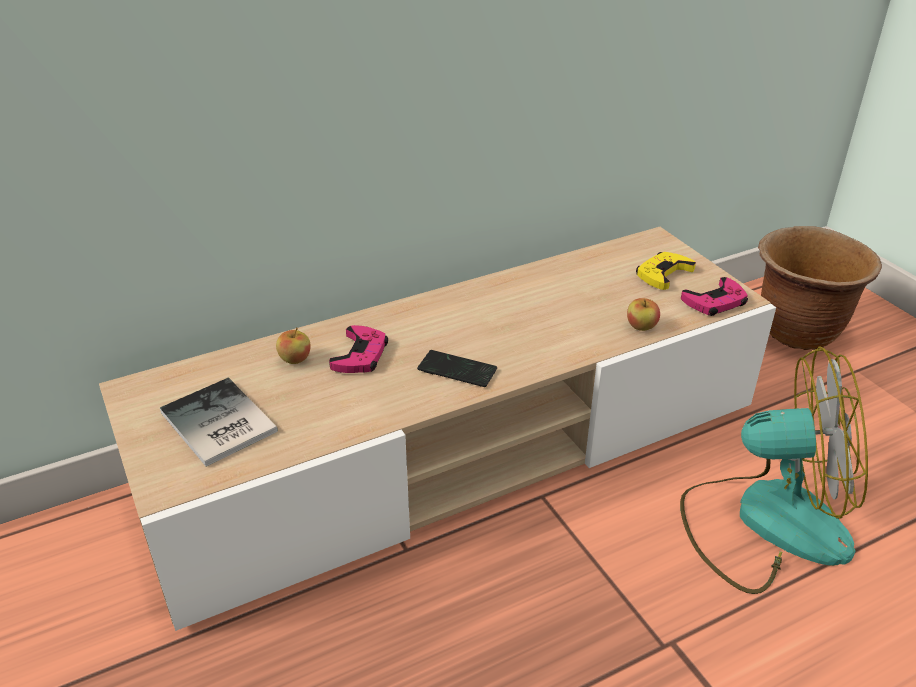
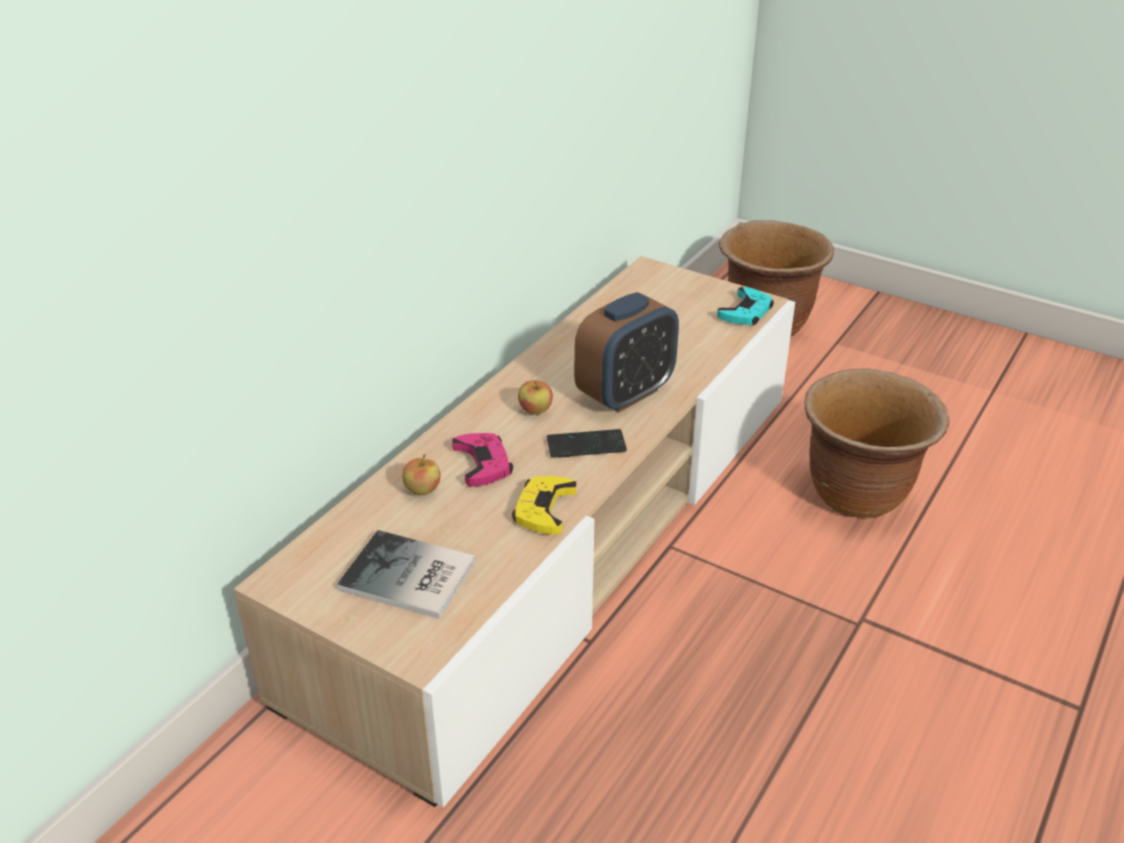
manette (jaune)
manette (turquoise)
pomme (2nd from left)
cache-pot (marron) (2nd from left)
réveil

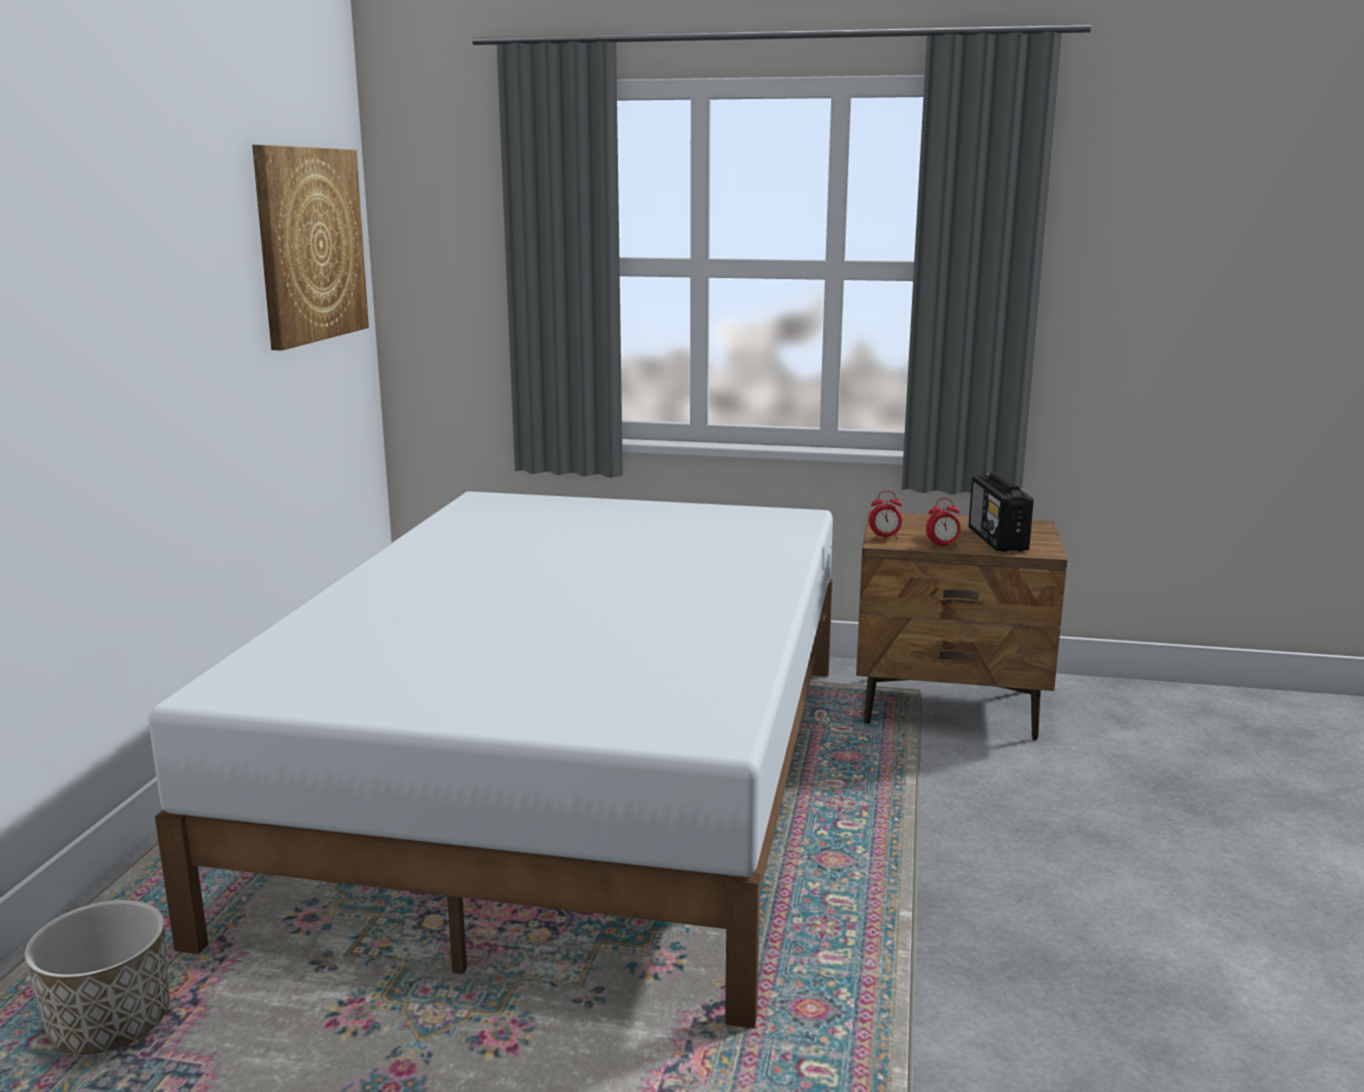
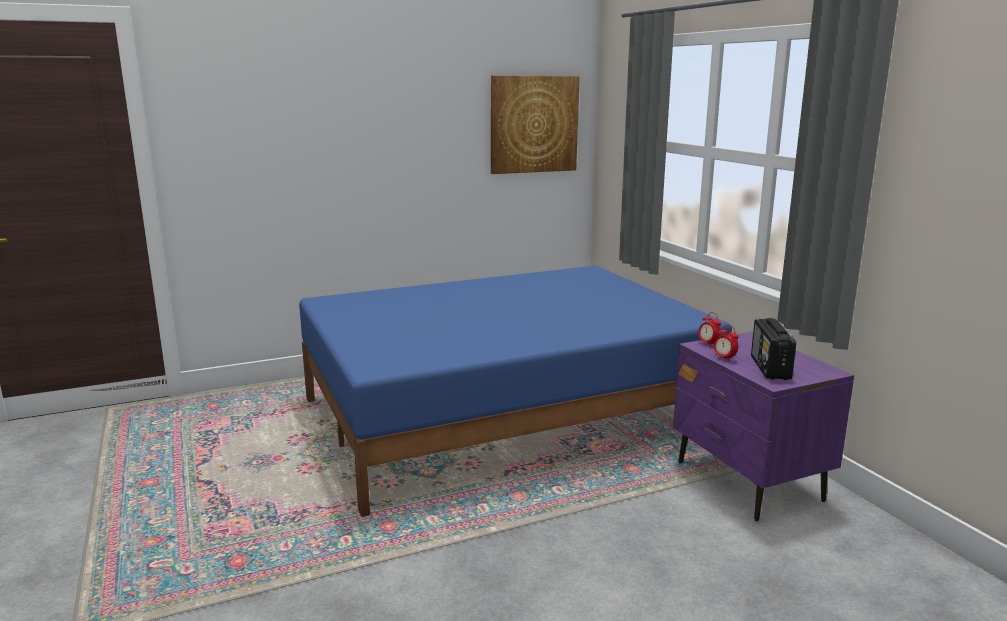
radio
lit (bleu)
table de chevet (violet)
cache-pot

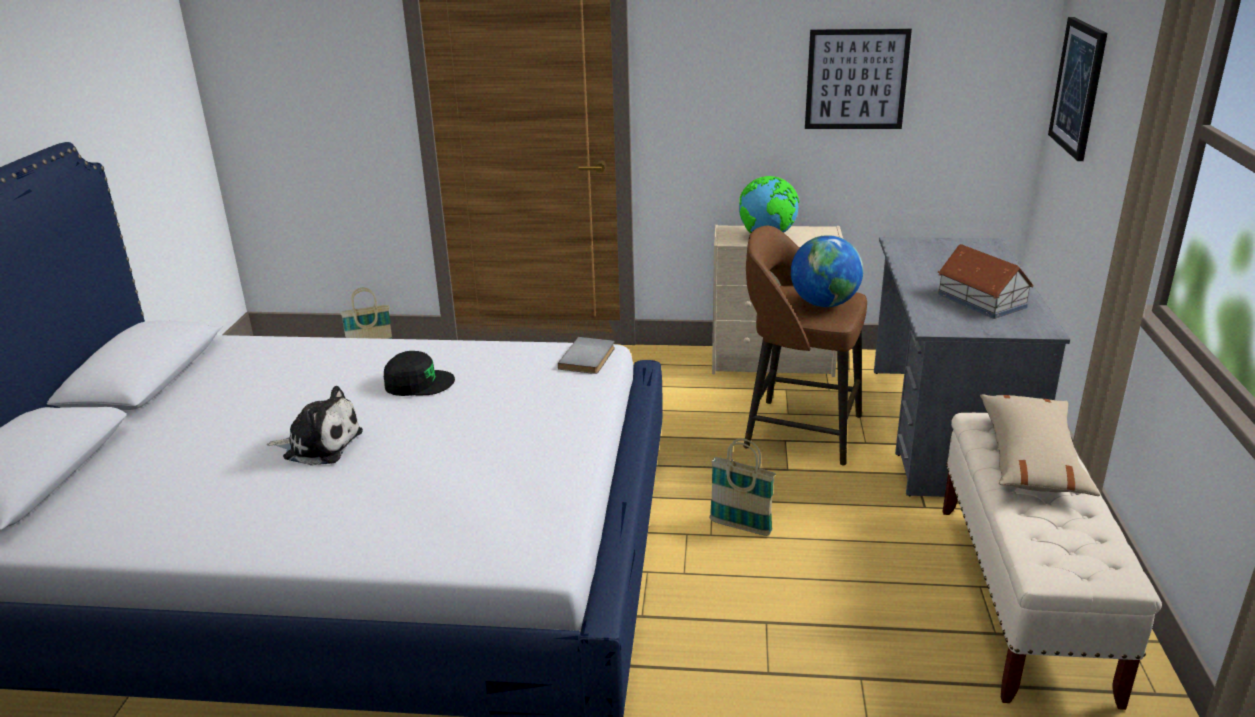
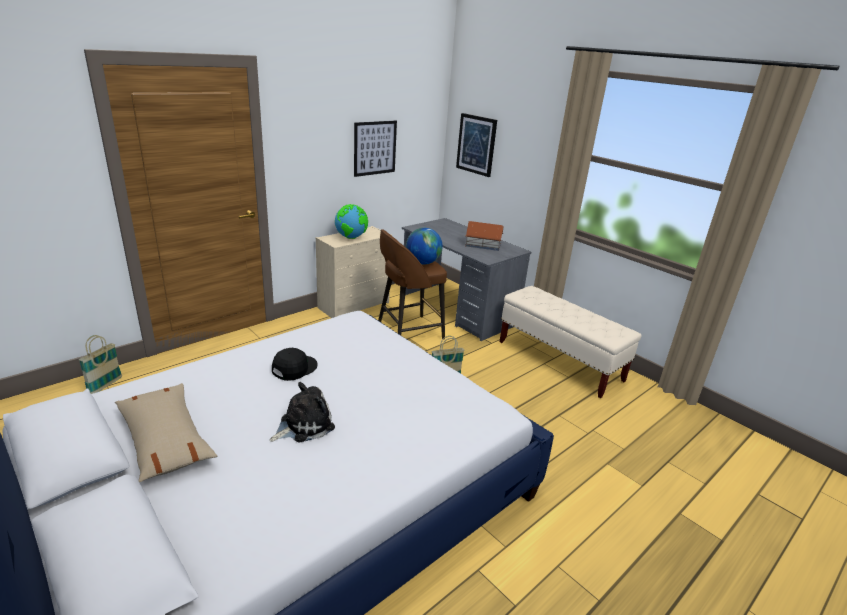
livre (gris)
coussin (beige)

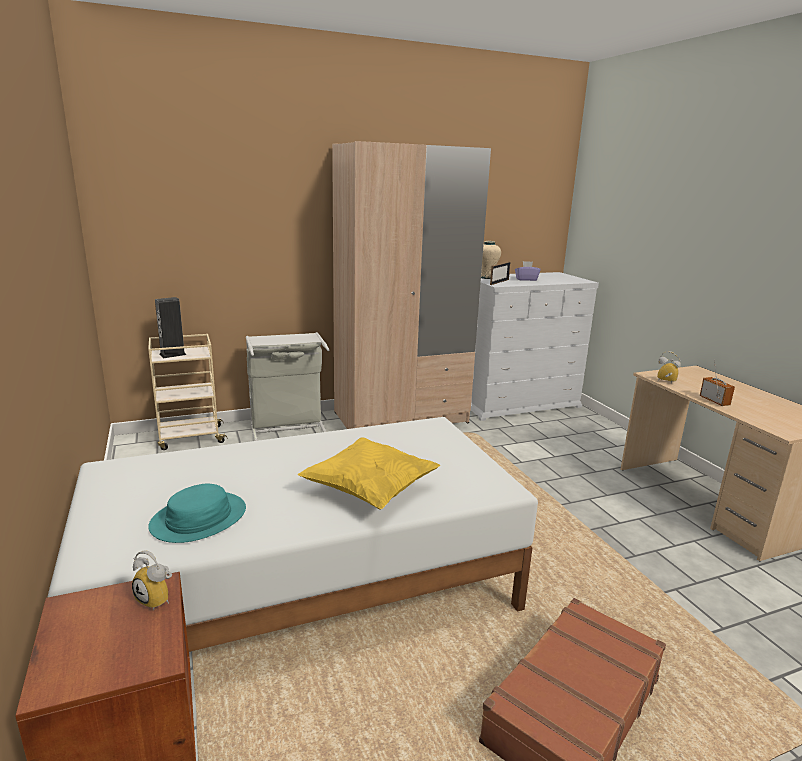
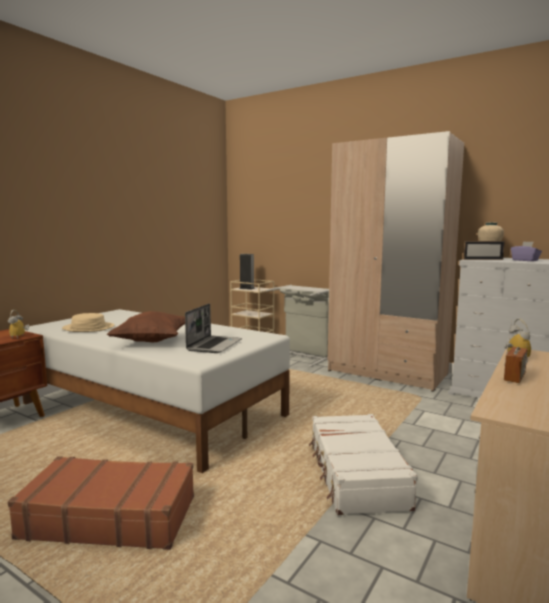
coussin (marron)
chapeau (beige)
ordinateur portable
valise (blanc)

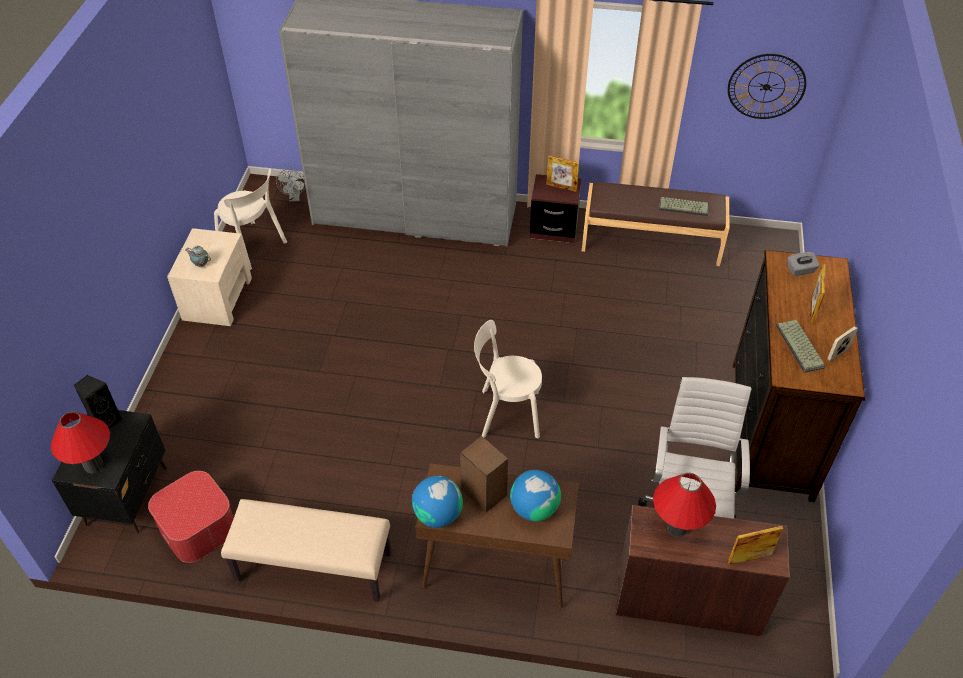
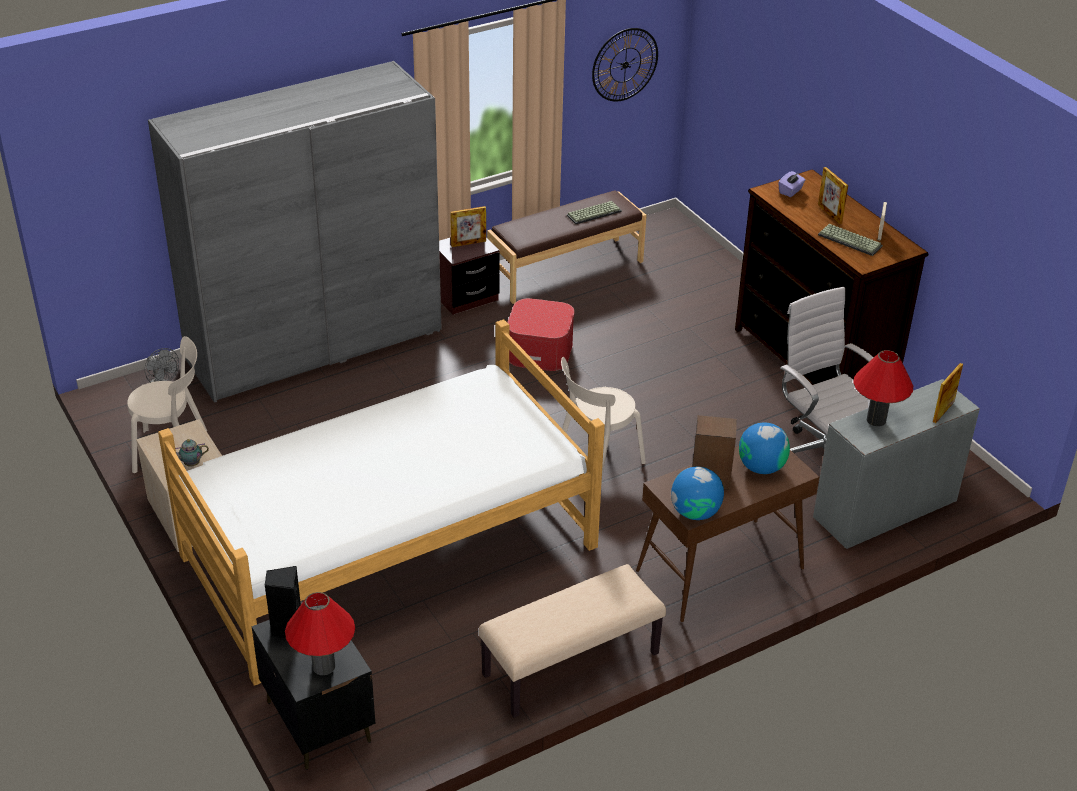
boîte à mouchoirs (violet)
pouf
bureau (gris)
lit

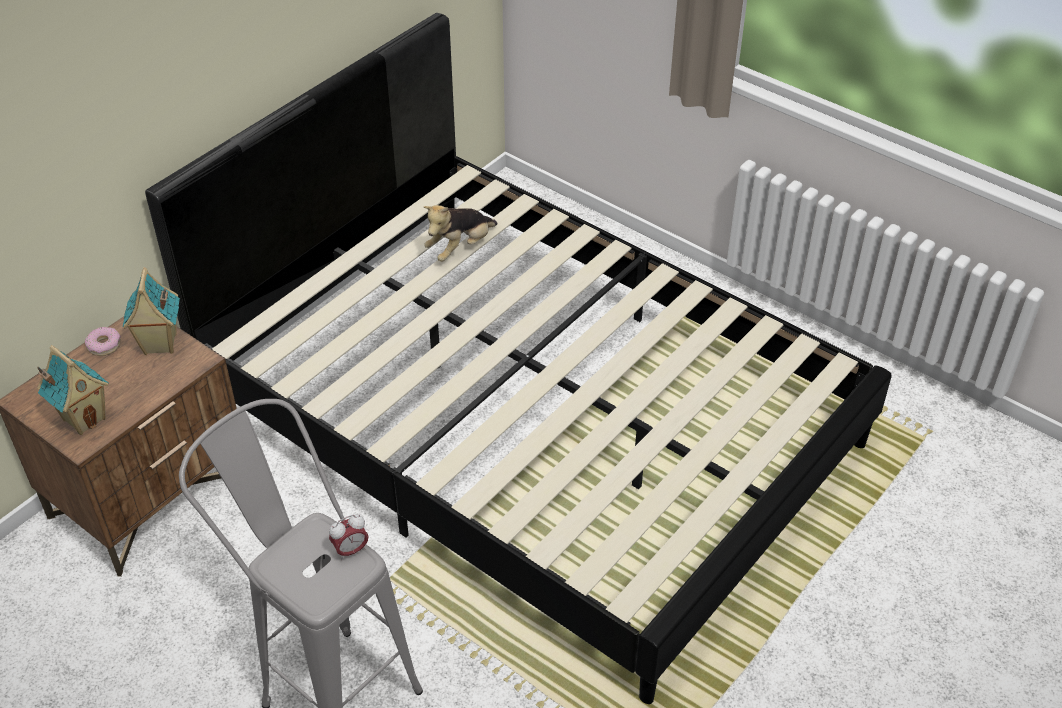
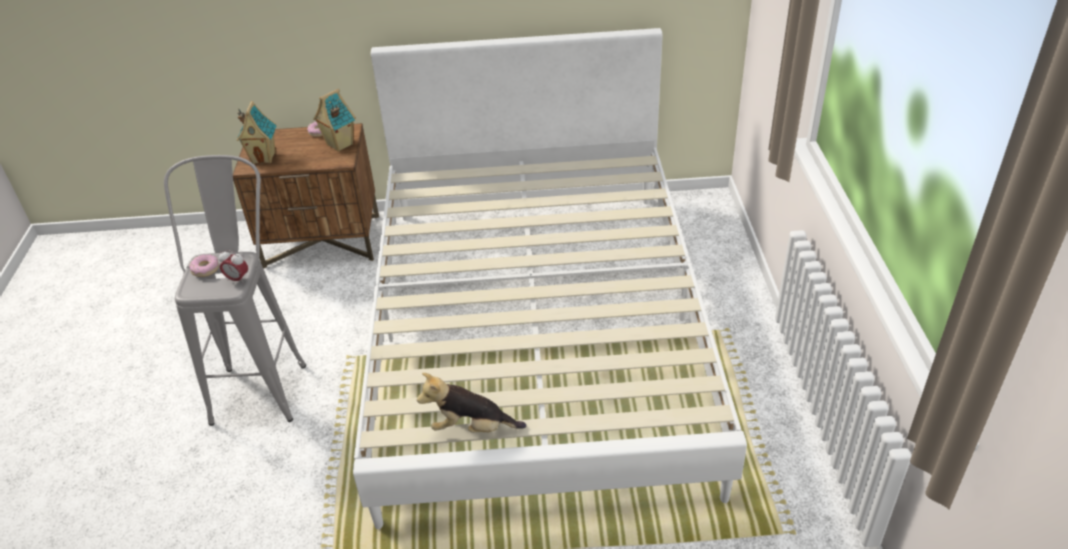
lit (blanc)
peluche
beignet (1st from left)

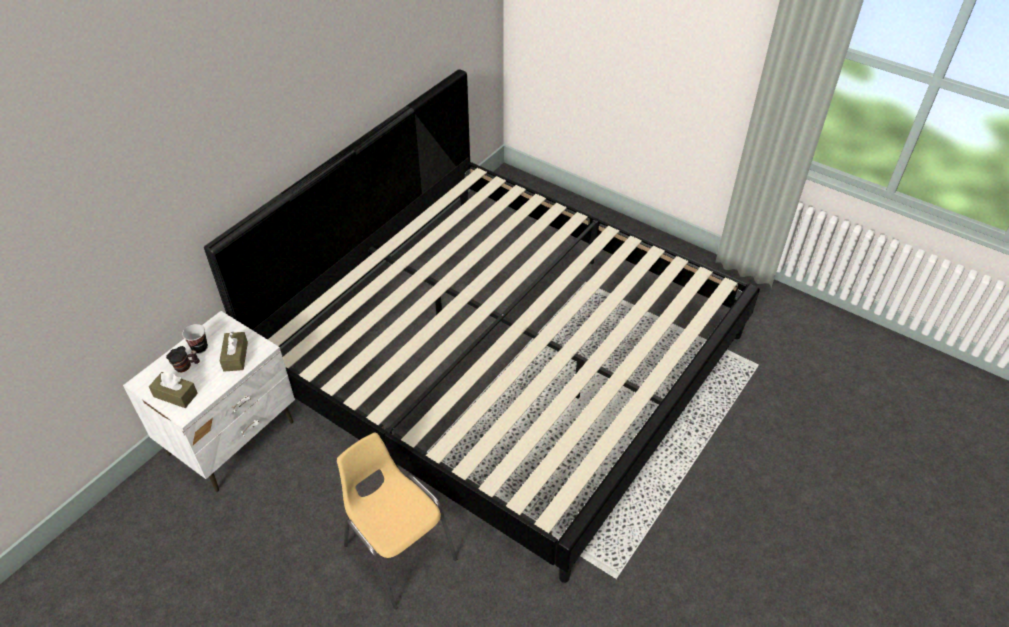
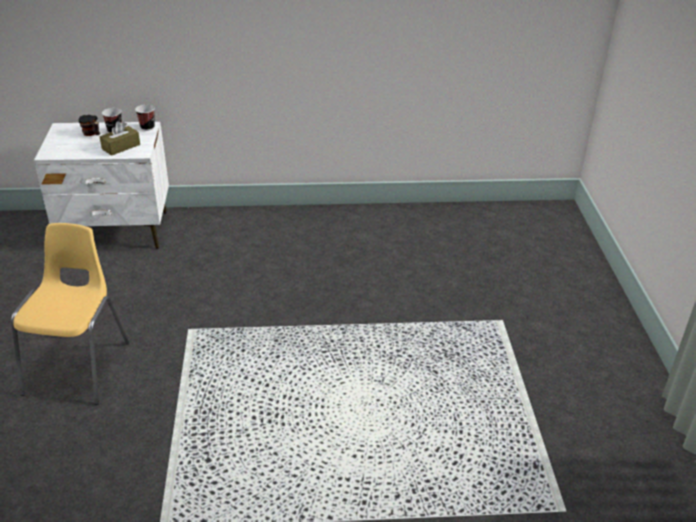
lit
boîte à mouchoirs (marron) (1st from left in the first image)
tasse (2nd from left)

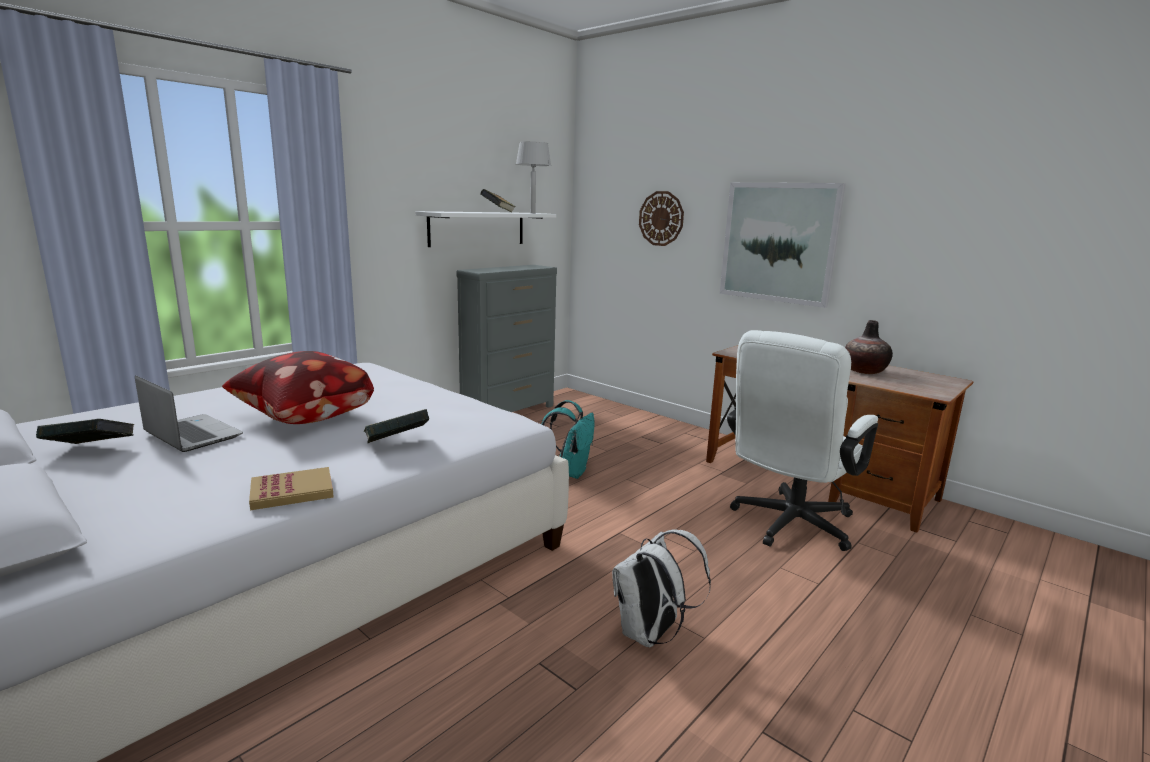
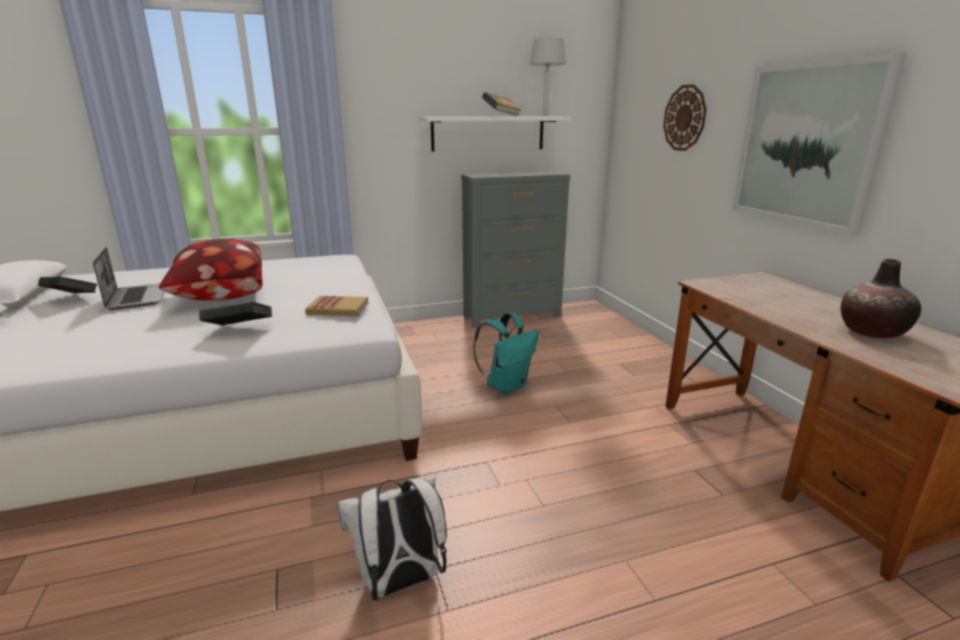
chaise de bureau (blanc)
livre (3rd from left)

